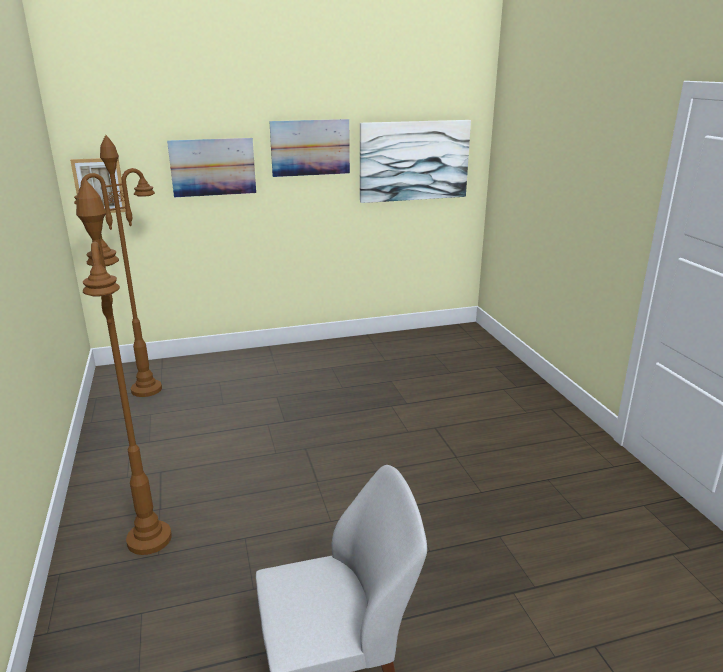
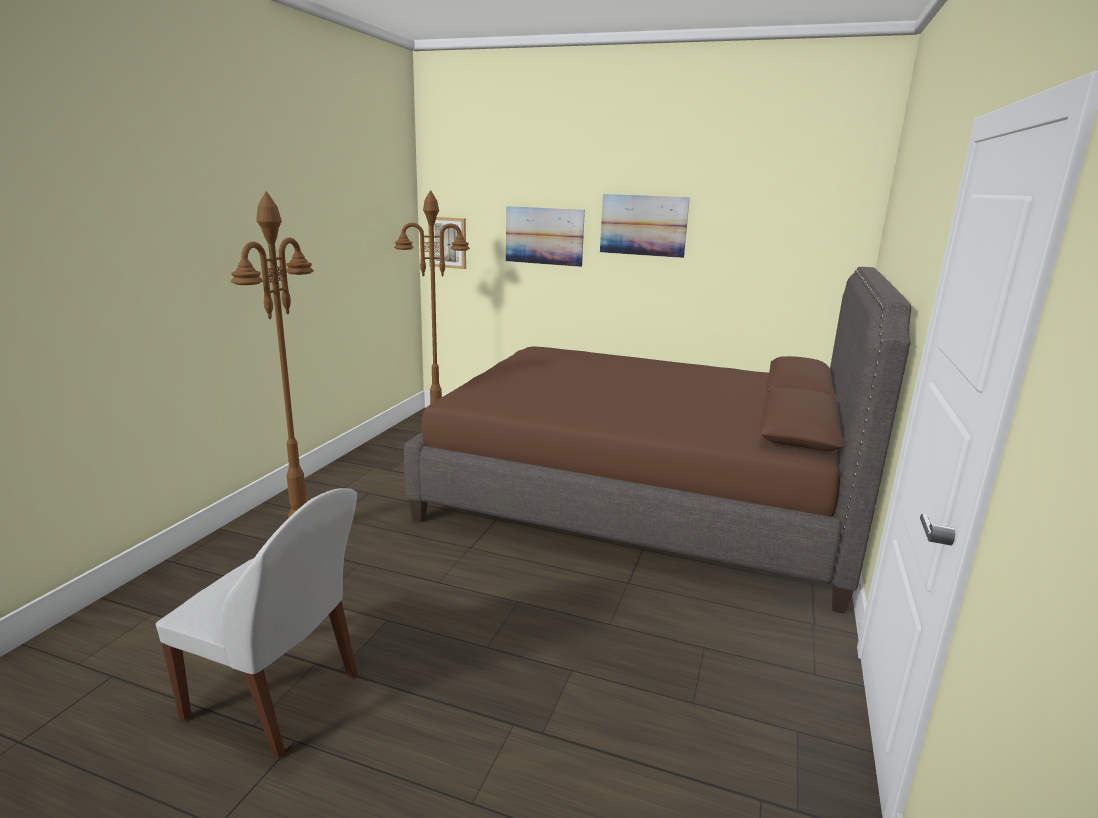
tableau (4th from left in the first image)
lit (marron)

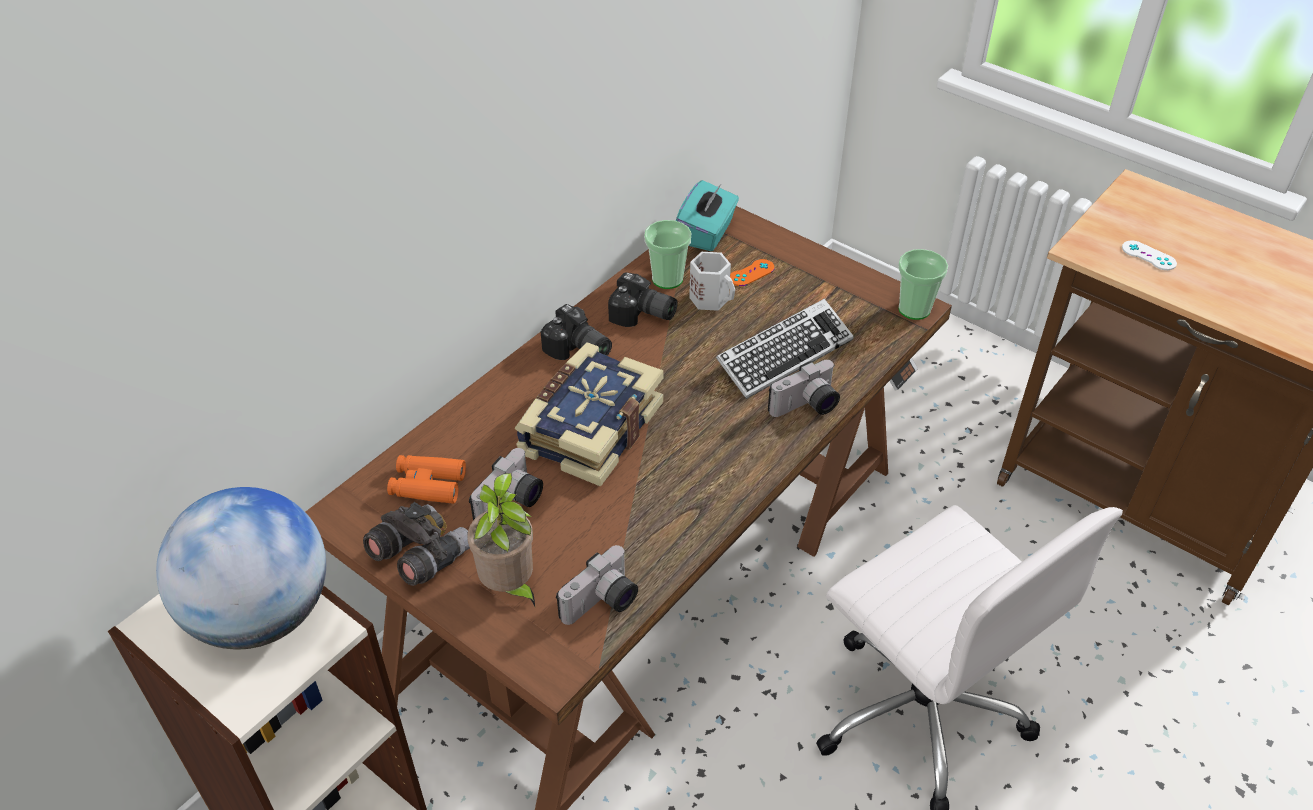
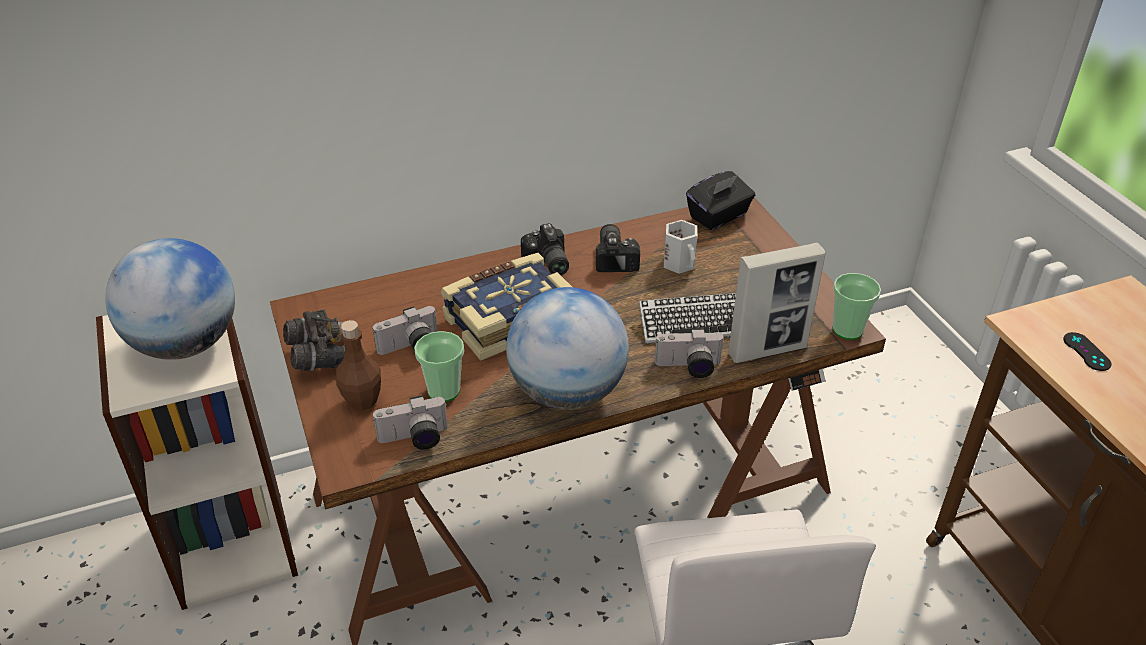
boîte à mouchoirs (noir)
tasse (1st from left)
manette (noir)
manette (orange)
appareil photo (4th from left)
jumelles (orange)
bouteille (marron)
cadre photo
globe (2nd from left)

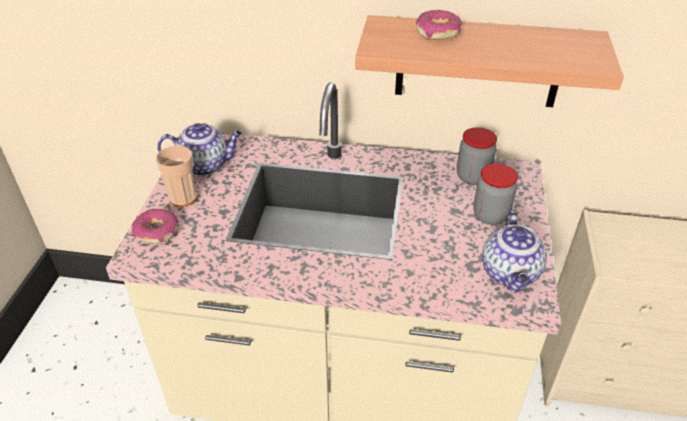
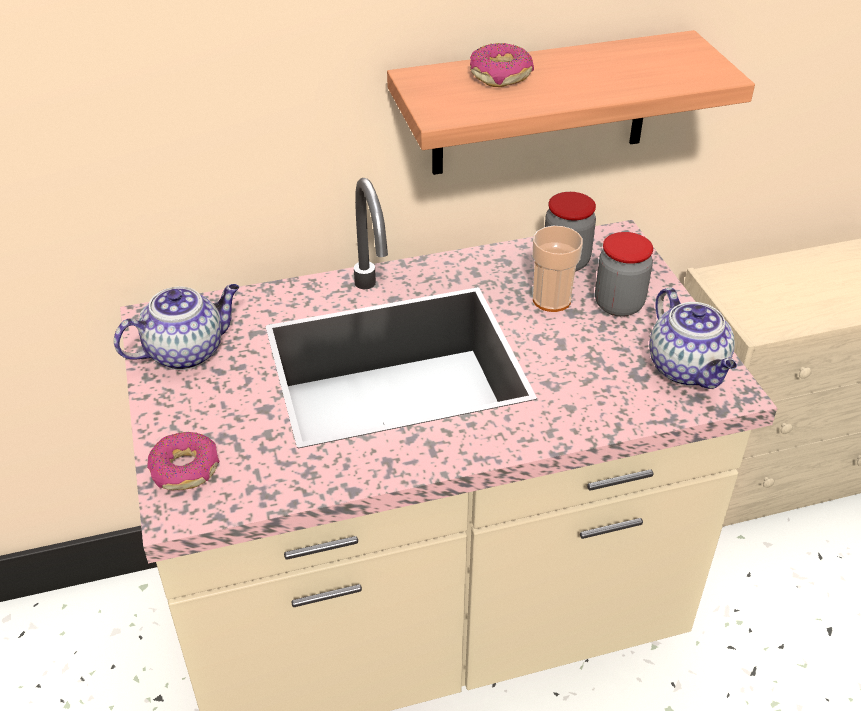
tasse

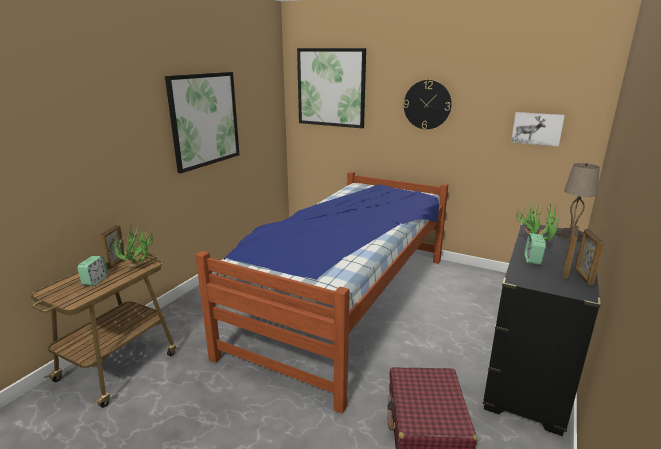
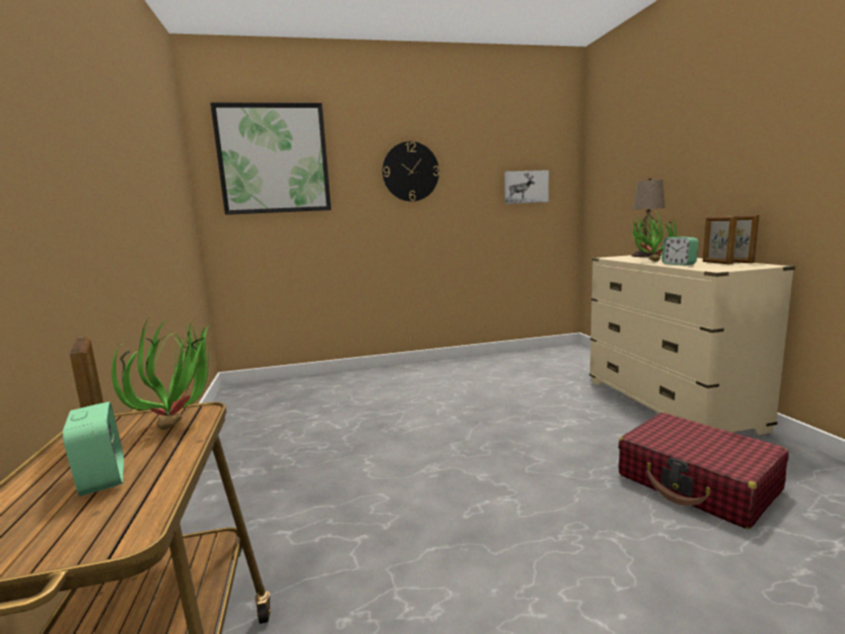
tableau (1st from left in the first image)
lit
commode (beige)

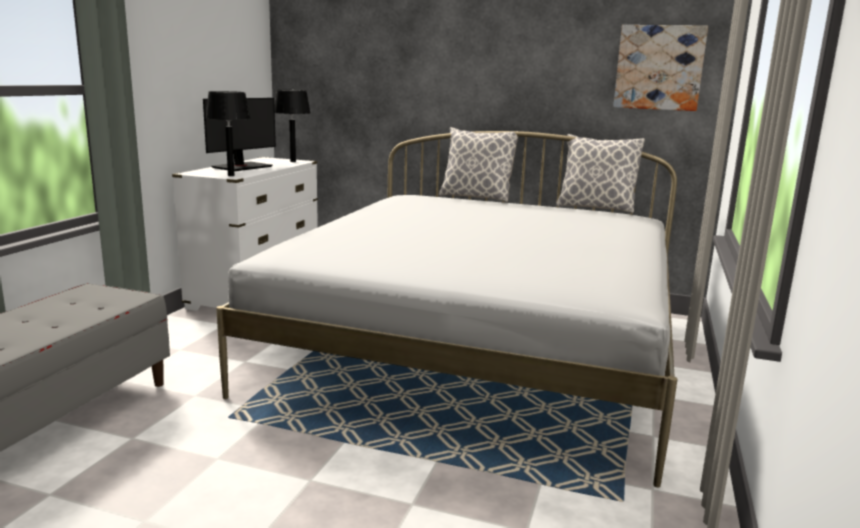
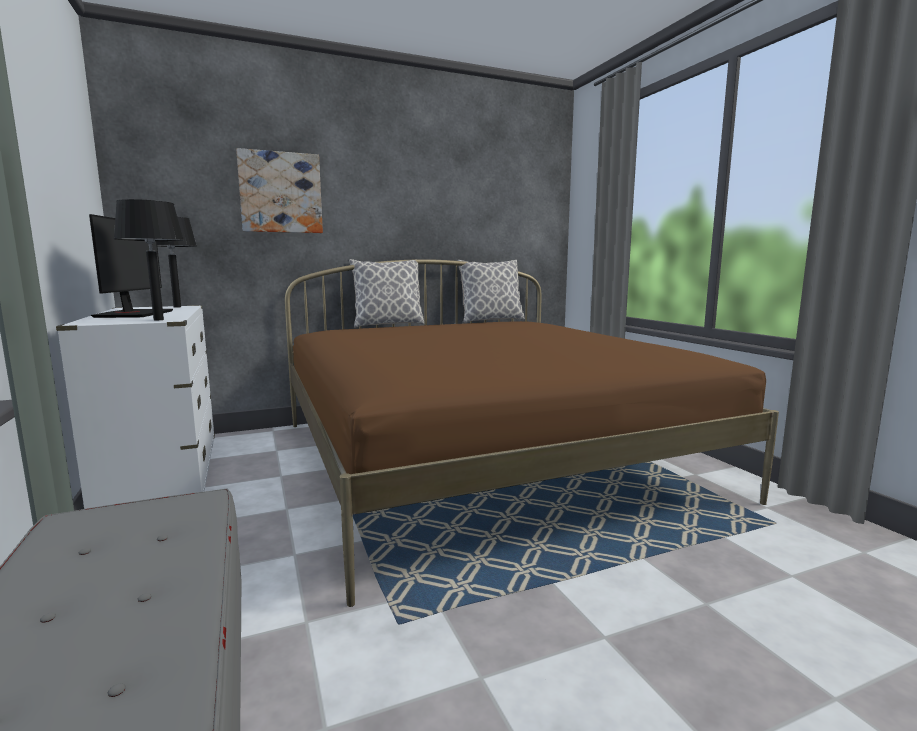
tableau
lit (marron)

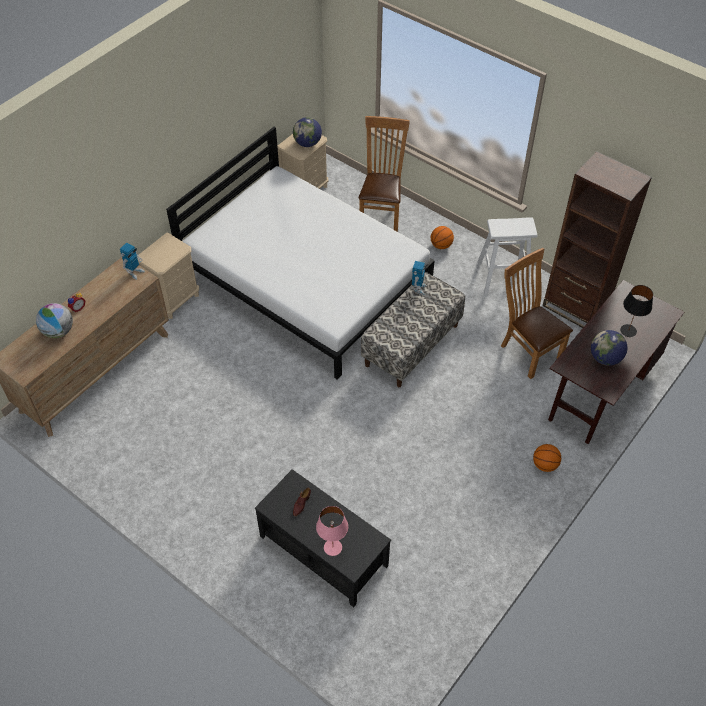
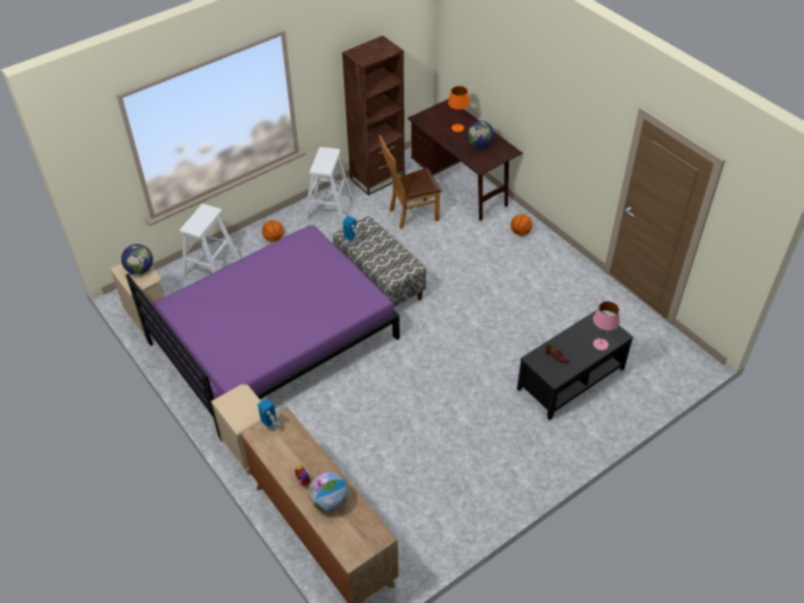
tabouret (blanc) (1st from left)
lit (violet)
lampe de table (orange)

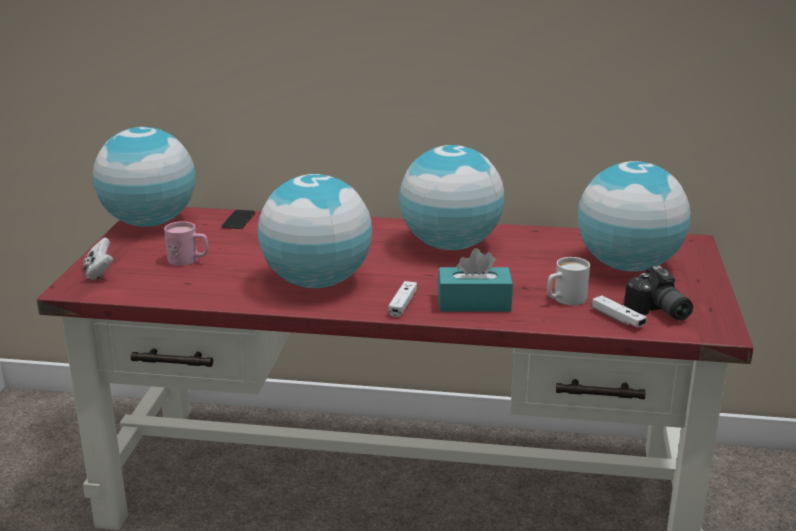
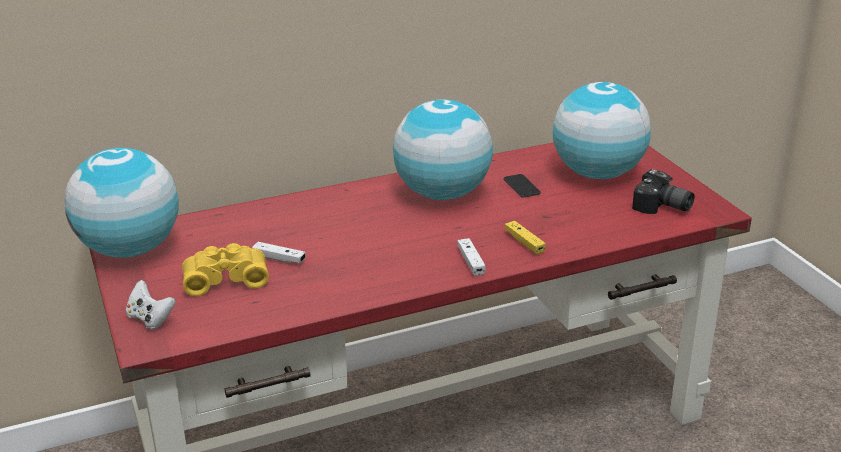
globe (2nd from left in the first image)
téléphone
jumelles (jaune)
manette (jaune)
mug (blanc)
manette (blanc) (2nd from left)

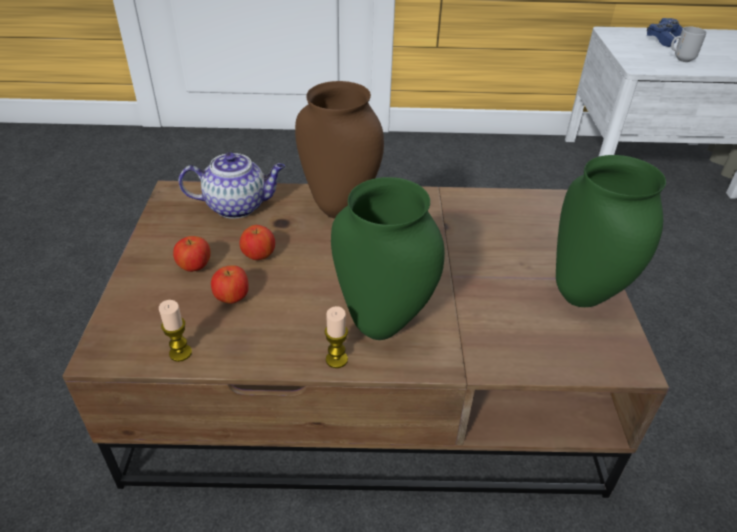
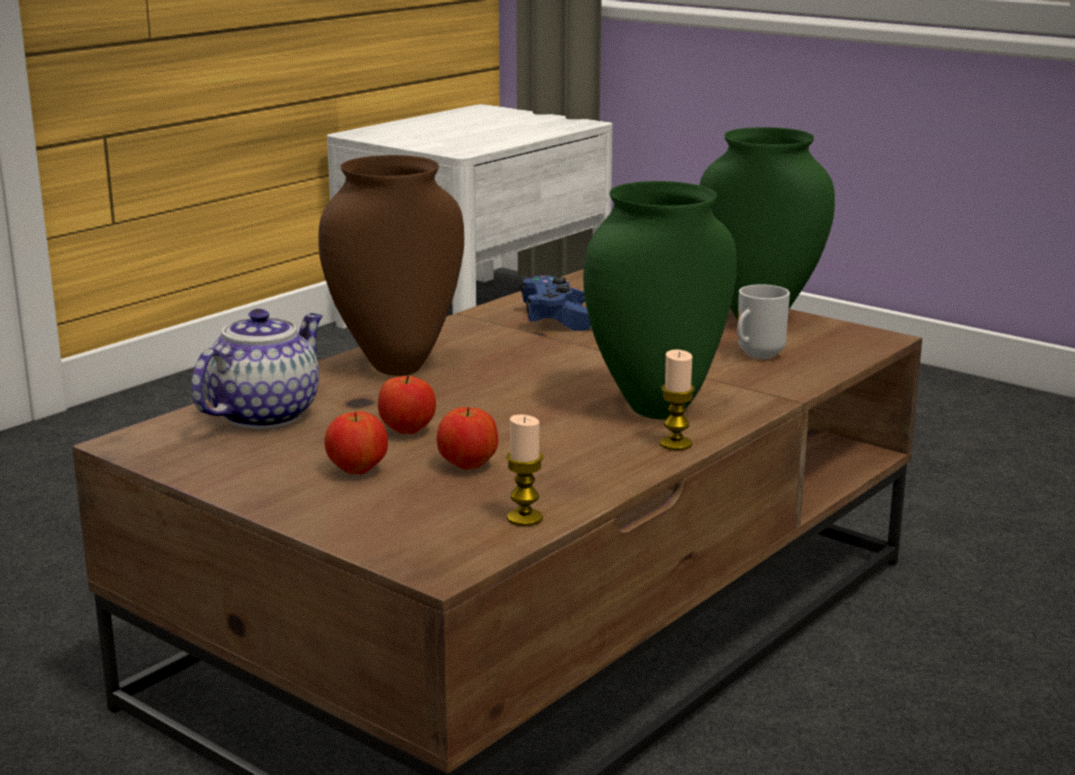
manette (bleu)
mug

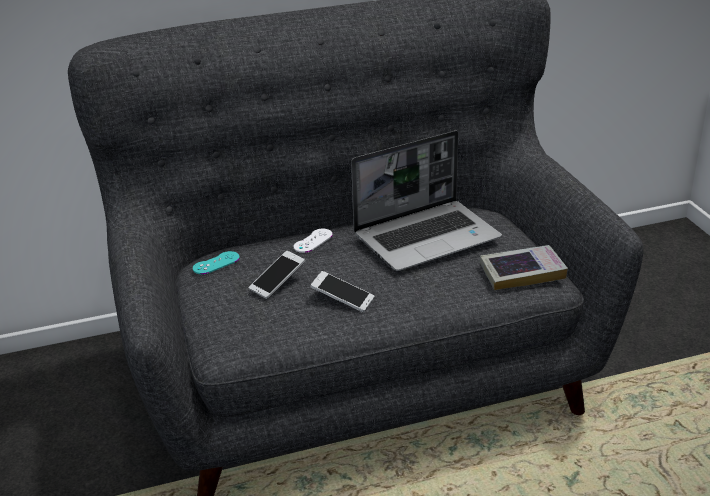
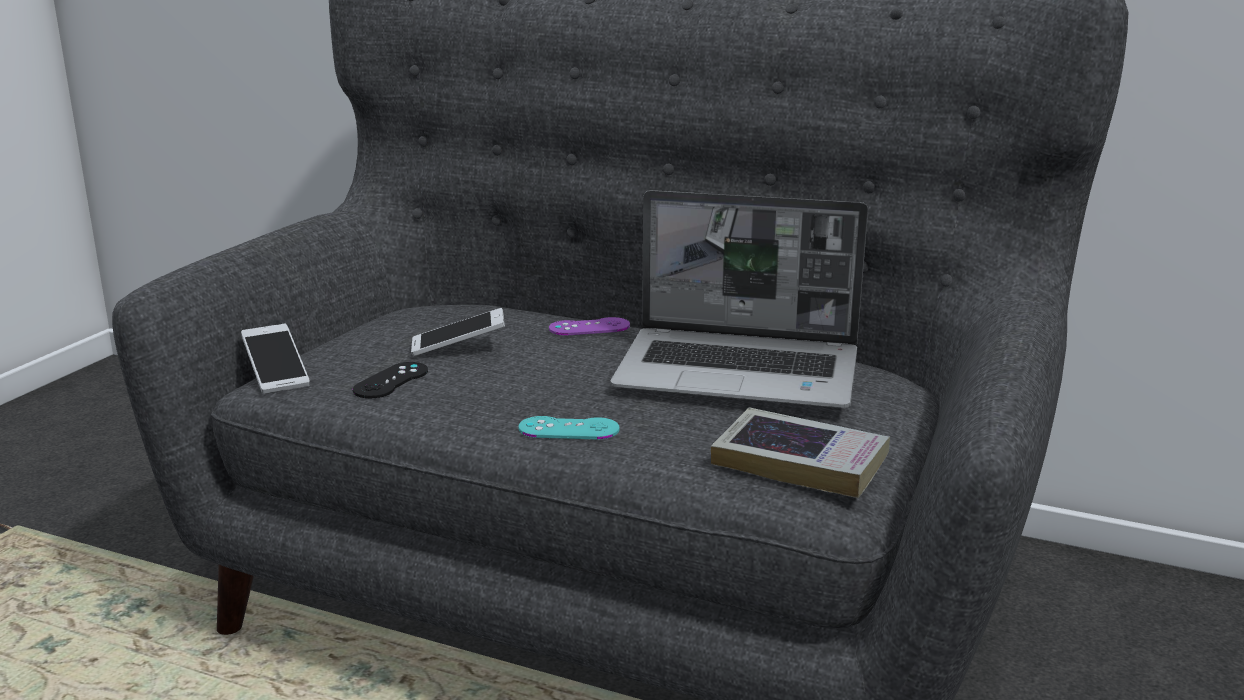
manette (violet)
manette (turquoise)
téléphone (1st from left)
manette (noir)

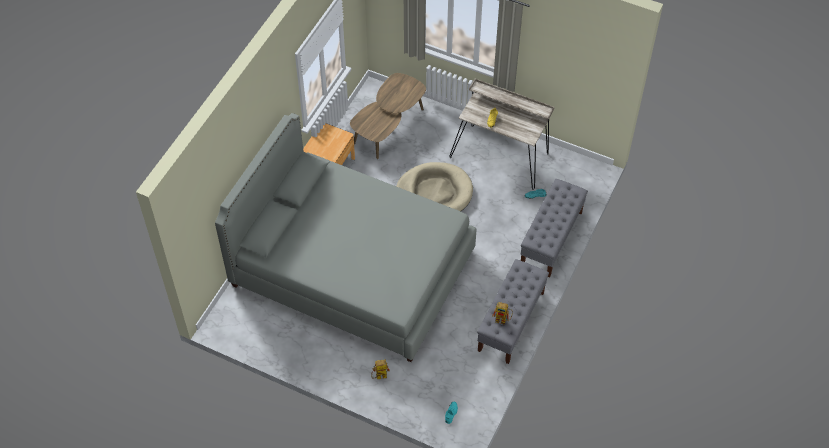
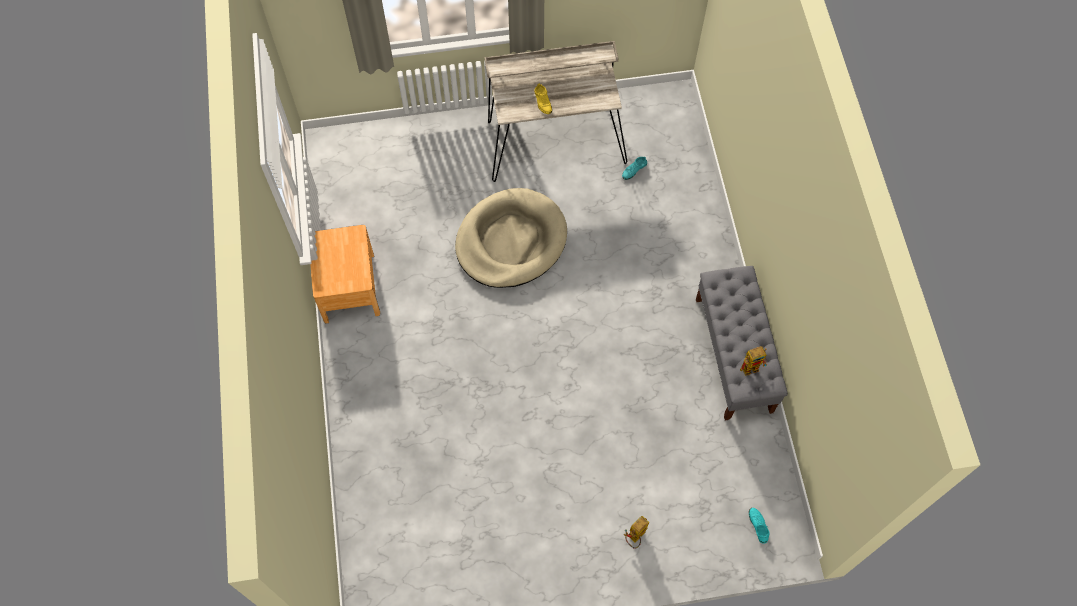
table basse (marron)
lit (gris)
banc (gris) (2nd from left in the first image)

